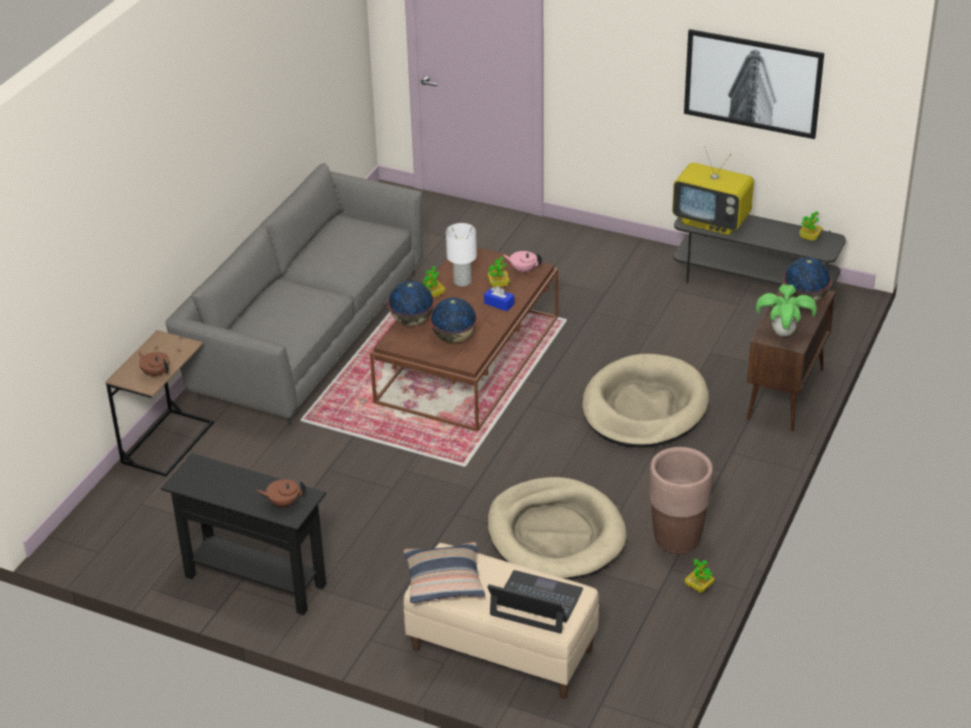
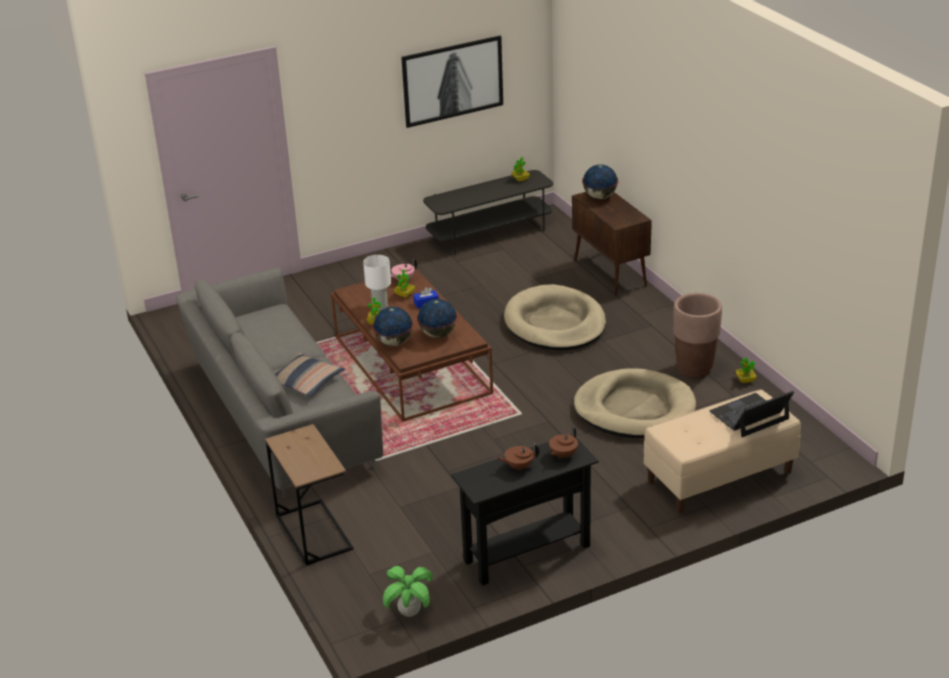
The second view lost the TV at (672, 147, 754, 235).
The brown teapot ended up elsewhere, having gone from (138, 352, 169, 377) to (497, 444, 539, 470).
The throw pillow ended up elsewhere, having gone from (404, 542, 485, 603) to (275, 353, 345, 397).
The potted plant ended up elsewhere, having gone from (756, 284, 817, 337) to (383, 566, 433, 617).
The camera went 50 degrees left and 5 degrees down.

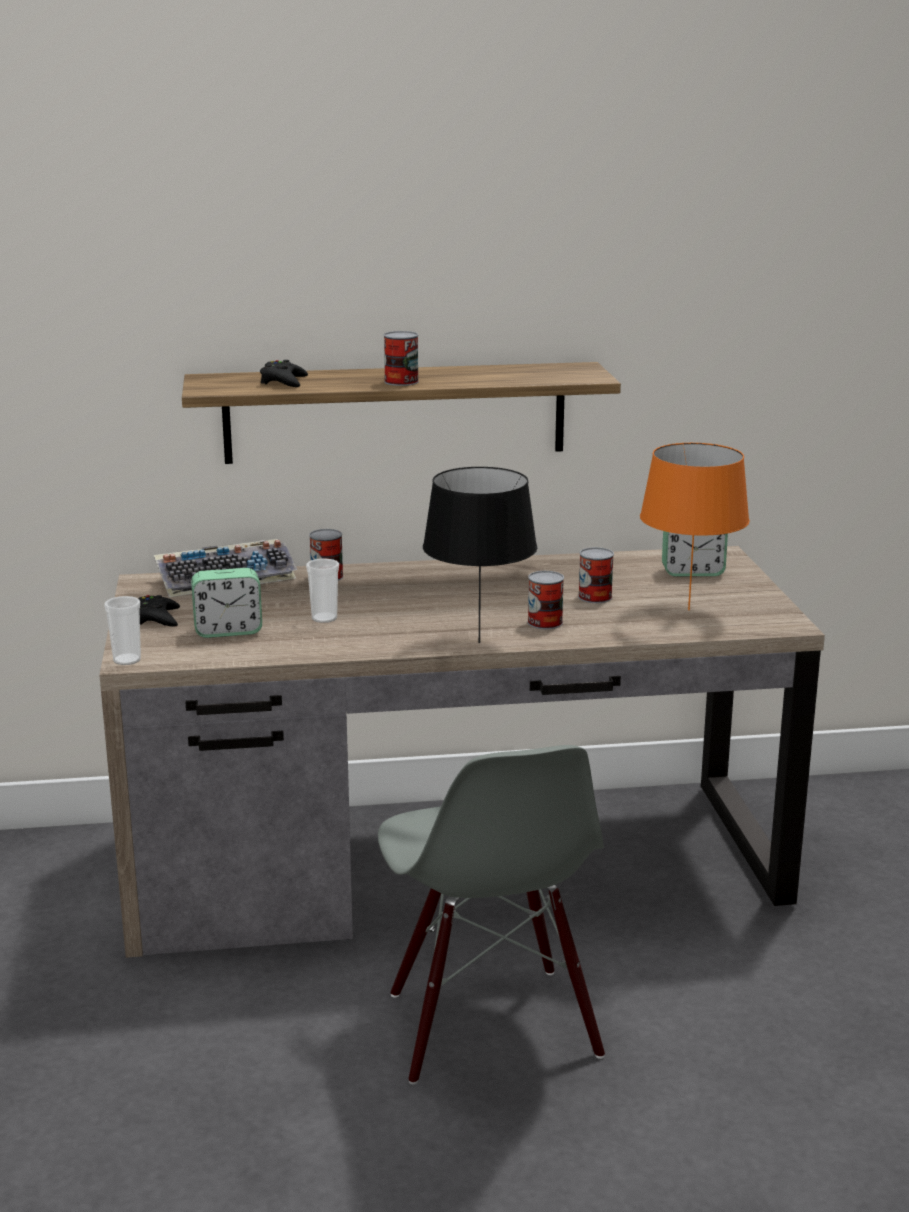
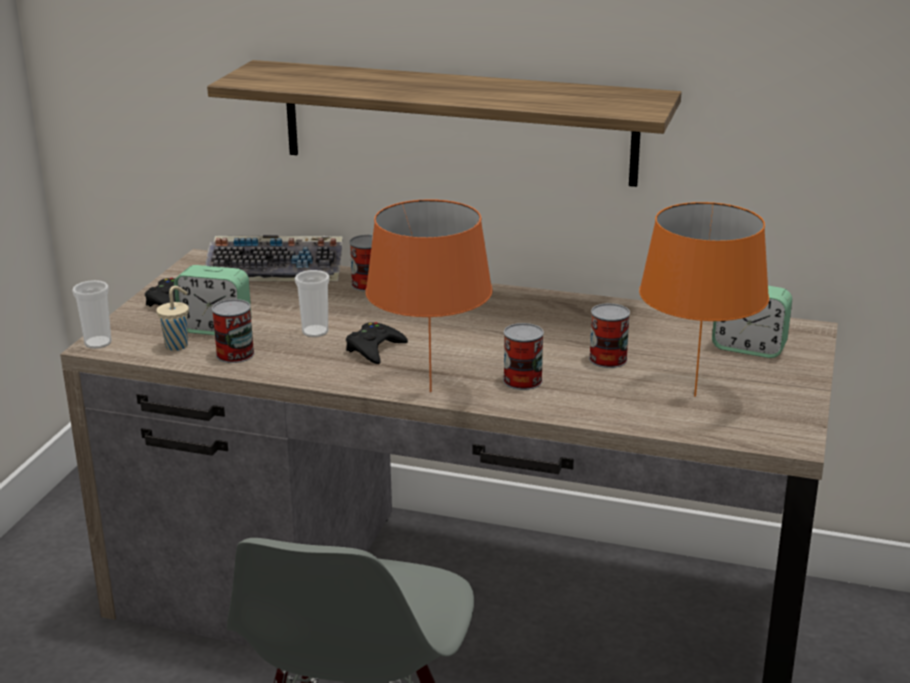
The second view gained the beige small cup at (156, 286, 189, 351).
The black game controller ended up elsewhere, having gone from (260, 360, 308, 387) to (346, 322, 408, 364).
The can ended up elsewhere, having gone from (384, 331, 419, 386) to (212, 299, 254, 363).
What was the black tabletop lamp at (423, 467, 537, 643) turned into the orange tabletop lamp at (365, 199, 493, 392).
The camera went 25 degrees right and 5 degrees up.

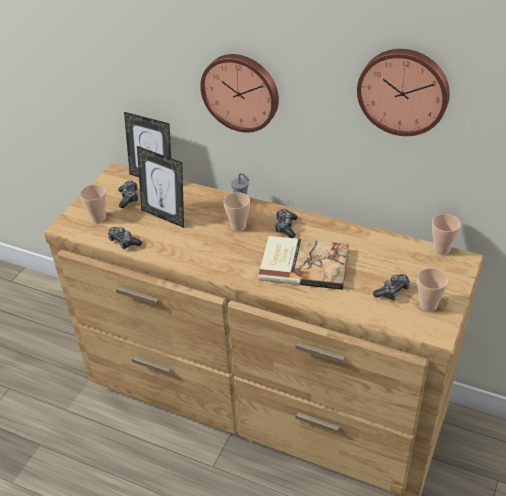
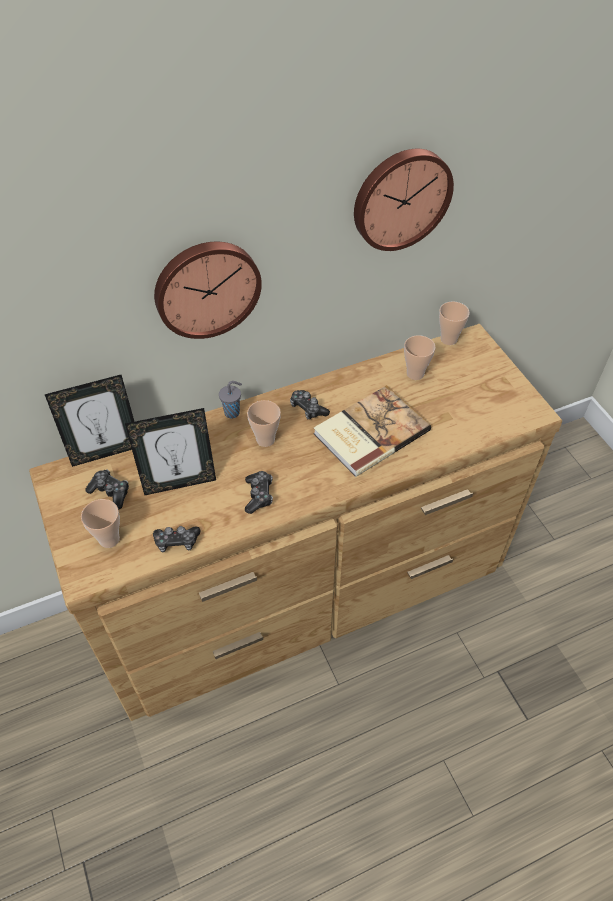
The game controller ended up elsewhere, having gone from (373, 274, 410, 300) to (245, 471, 273, 514).
The small cup ended up elsewhere, having gone from (417, 268, 449, 312) to (404, 335, 436, 380).
The camera went 50 degrees left and 10 degrees up.

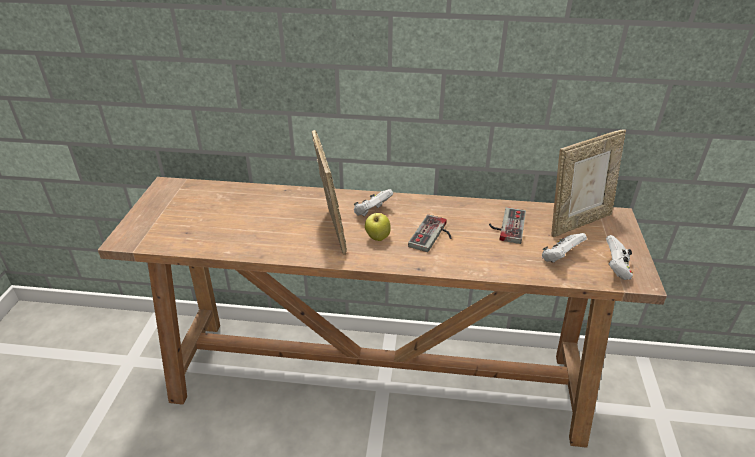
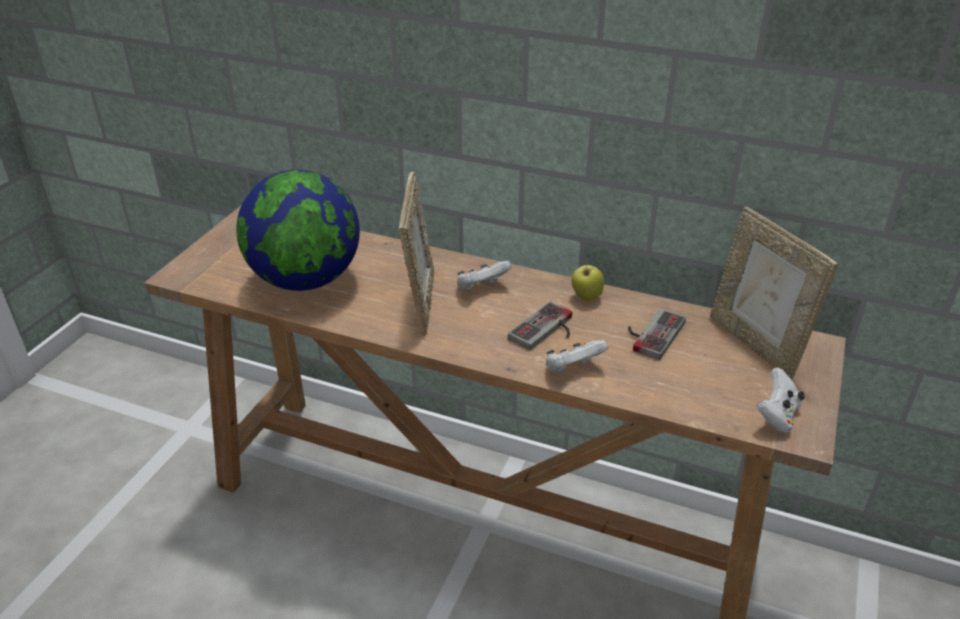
The second view gained the desk globe at (236, 170, 360, 291).
The apple ended up elsewhere, having gone from (365, 211, 391, 241) to (571, 262, 604, 301).
The white game controller ended up elsewhere, having gone from (542, 233, 587, 263) to (546, 340, 608, 373).
The photo frame at (551, 130, 626, 237) ended up facing another way, 75 degrees clockwise from before.
The camera went 15 degrees right and 0 degrees up.

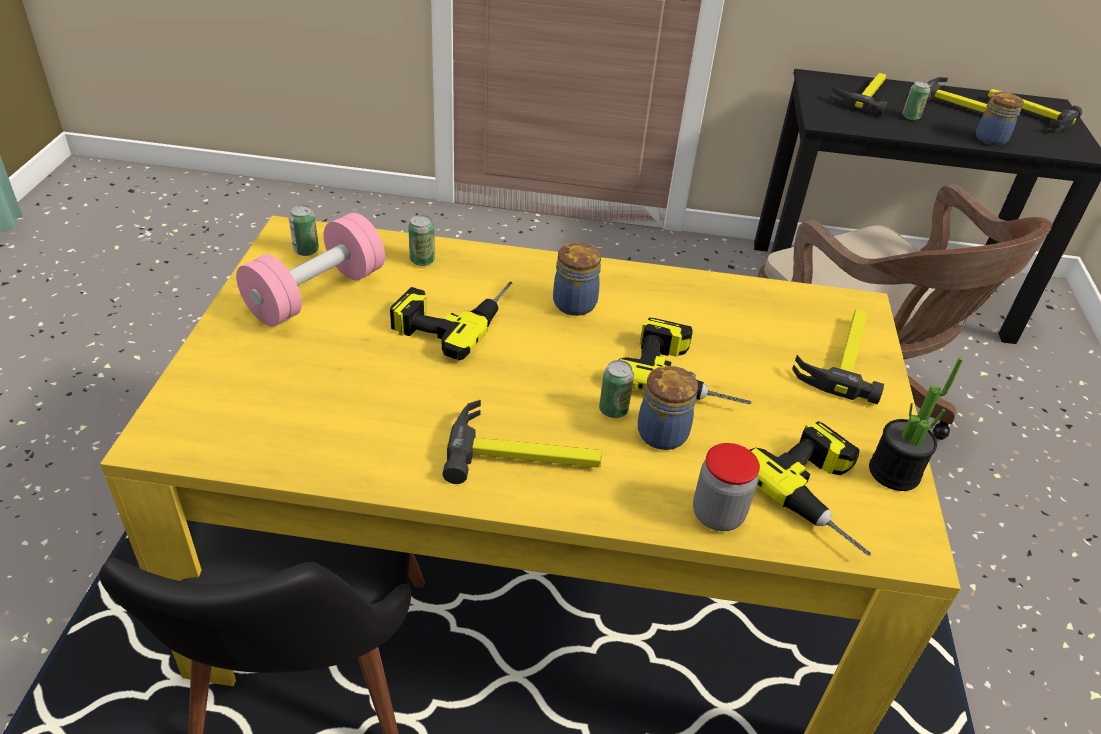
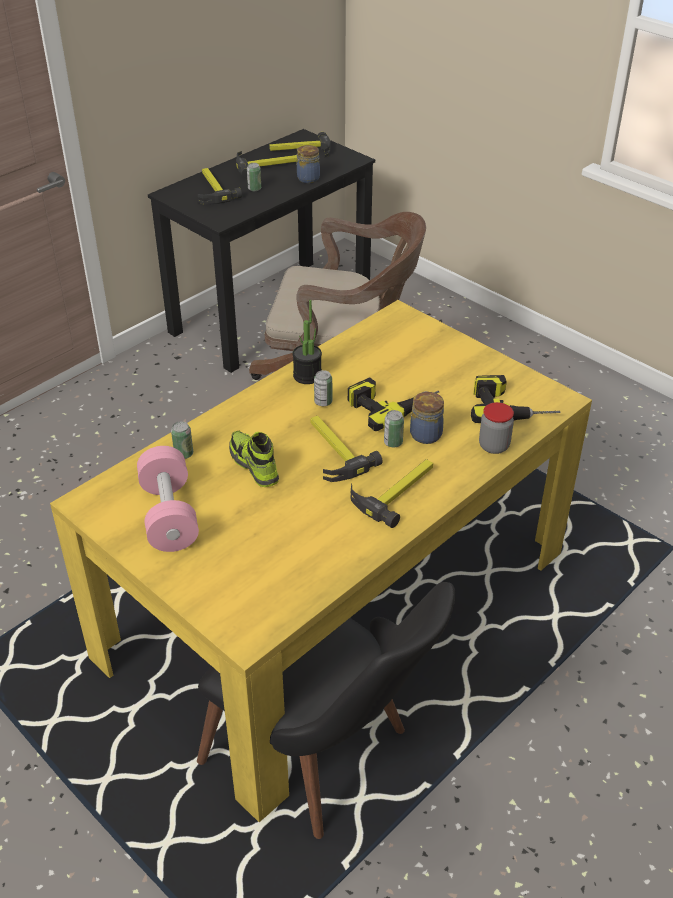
The second view lost the storage jar at (553, 242, 601, 316).
The can ended up elsewhere, having gone from (289, 205, 319, 256) to (314, 370, 332, 406).
The hammer ended up elsewhere, having gone from (792, 310, 884, 404) to (310, 416, 383, 482).
The potted plant ended up elsewhere, having gone from (869, 357, 963, 491) to (293, 300, 322, 384).
Where the electric drill stood at (390, 281, 513, 361), the low shoe came to stand at (229, 431, 279, 487).
The camera went 50 degrees left and 0 degrees up.

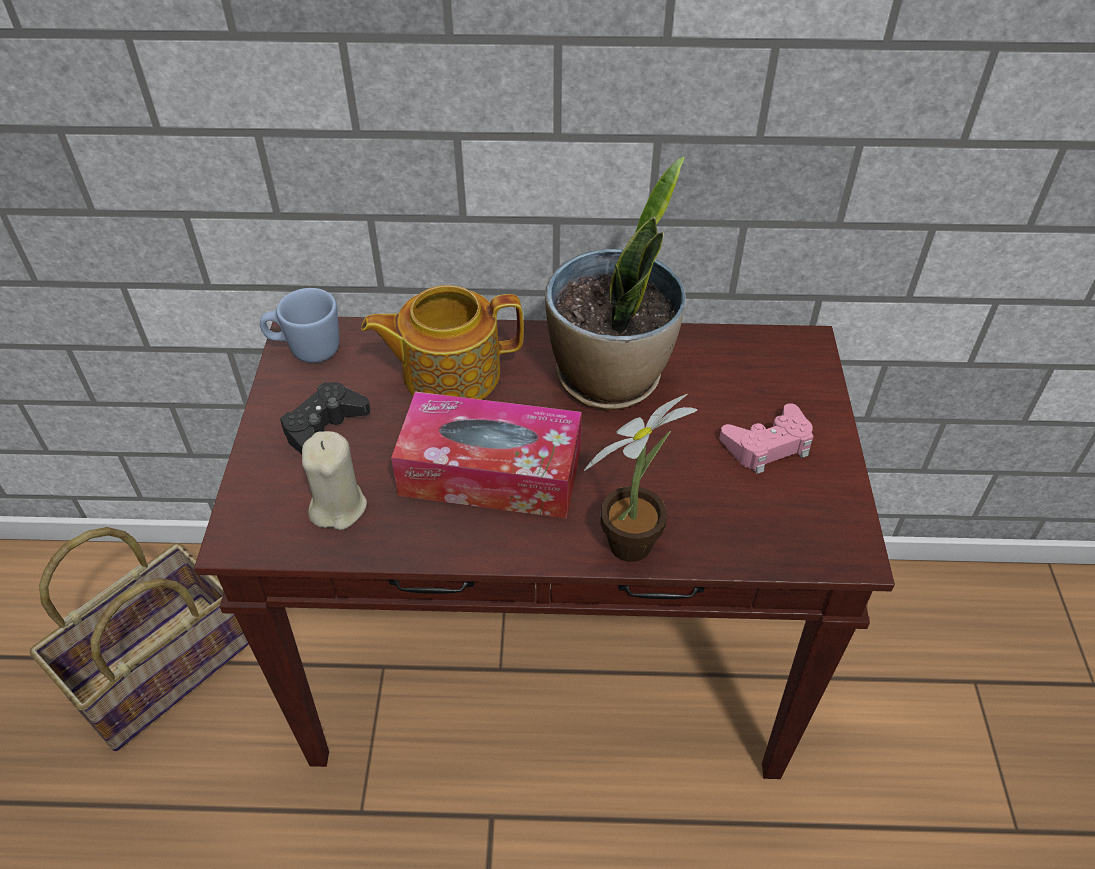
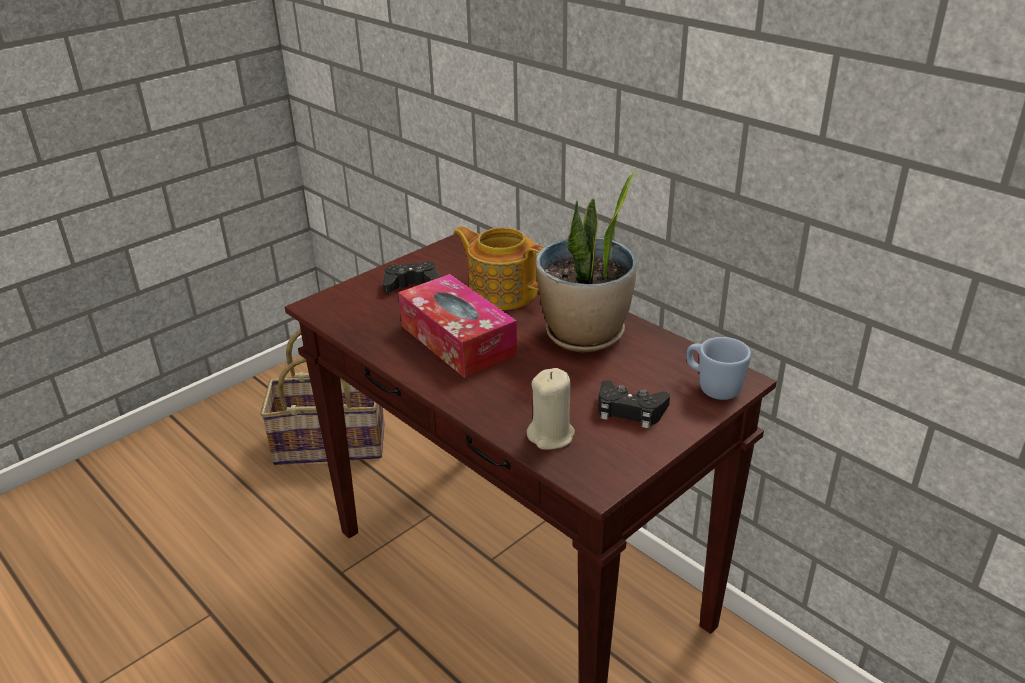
The second view lost the potted plant at (584, 394, 697, 562).
The blue-coloured mug ended up elsewhere, having gone from (260, 288, 339, 363) to (686, 337, 751, 400).
The beige candle ended up elsewhere, having gone from (302, 431, 367, 530) to (527, 368, 575, 450).
What was the pink game controller at (720, 403, 813, 474) turned into the black game controller at (598, 380, 670, 429).
The camera went 45 degrees right and 15 degrees down.

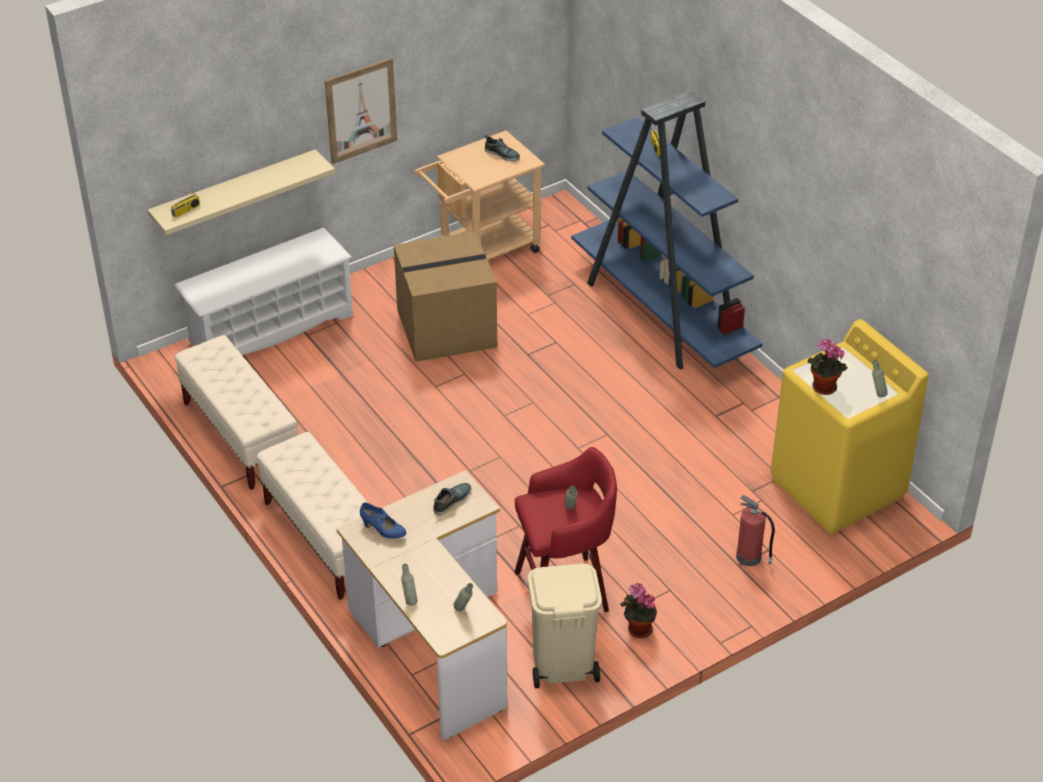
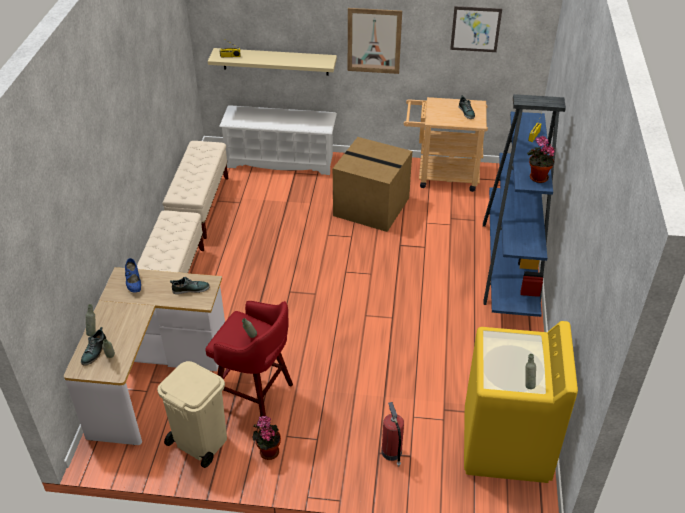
The second view gained the low shoe at (81, 327, 106, 366).
The second view gained the wall picture at (450, 6, 502, 52).
The potted plant ended up elsewhere, having gone from (808, 339, 848, 395) to (527, 136, 555, 183).
The camera went 40 degrees right and 0 degrees up.

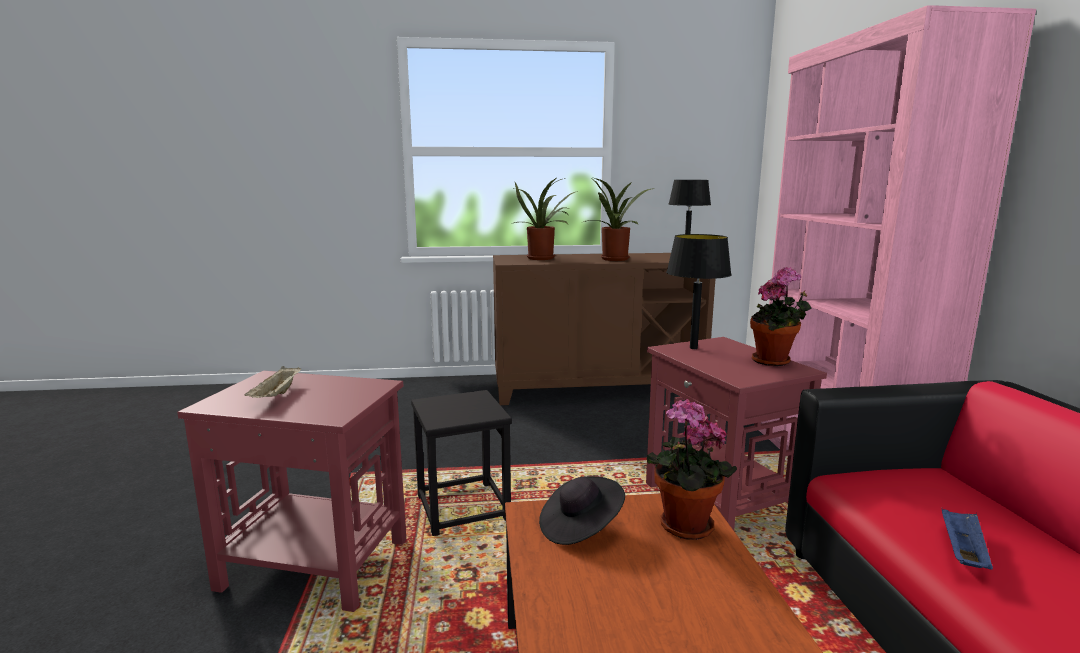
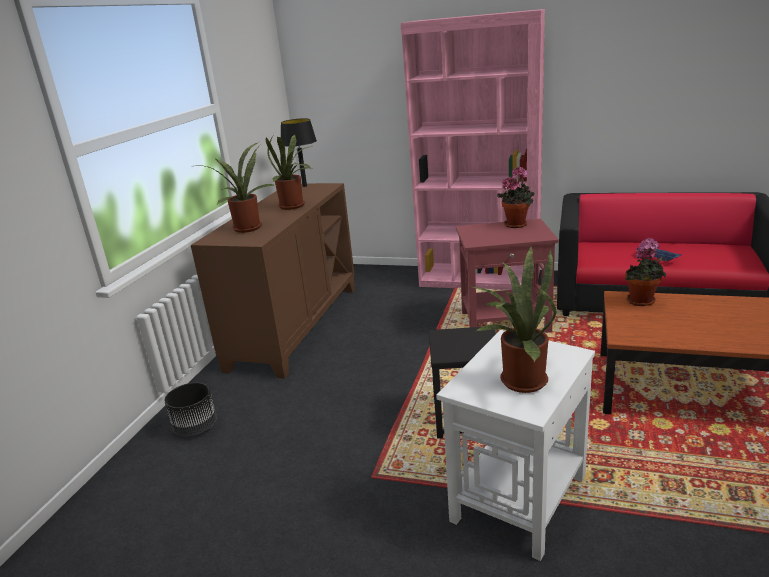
The second view lost the black wearable hat at (539, 476, 625, 545).
The second view lost the black tabletop lamp at (666, 234, 732, 349).
The second view gained the black plant pot at (165, 383, 217, 436).
Where the beige carrying tray stood at (244, 366, 301, 398), the potted plant came to stand at (473, 247, 557, 393).
What was the reddish end table at (177, 371, 406, 612) turned into the white end table at (436, 330, 595, 561).
The camera went 65 degrees left and 10 degrees up.

